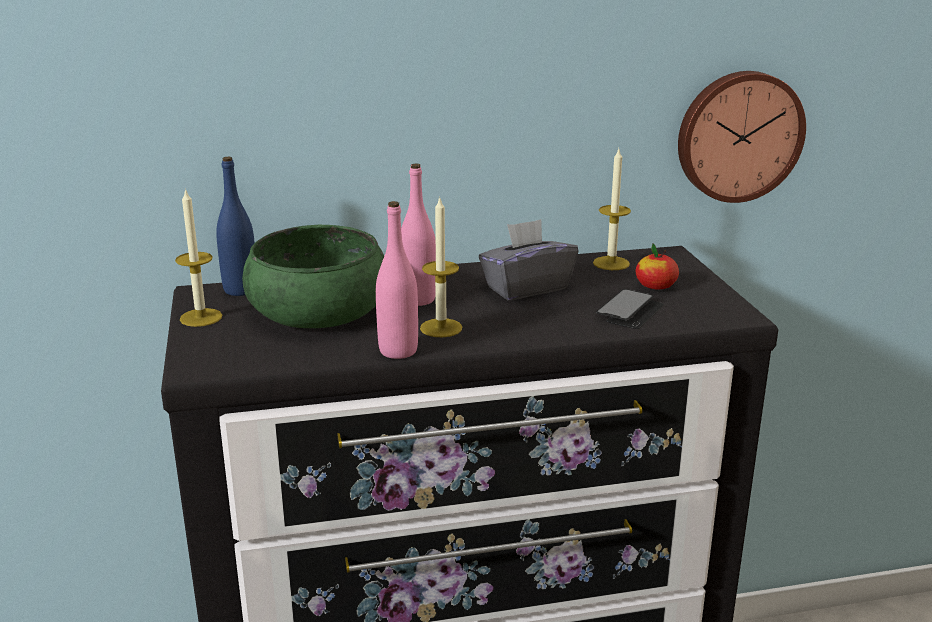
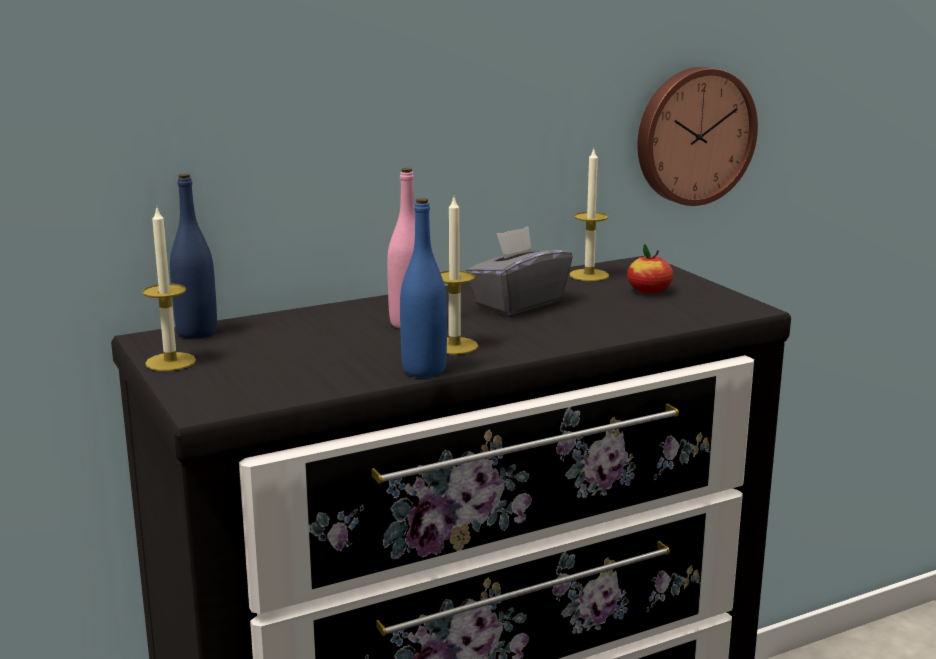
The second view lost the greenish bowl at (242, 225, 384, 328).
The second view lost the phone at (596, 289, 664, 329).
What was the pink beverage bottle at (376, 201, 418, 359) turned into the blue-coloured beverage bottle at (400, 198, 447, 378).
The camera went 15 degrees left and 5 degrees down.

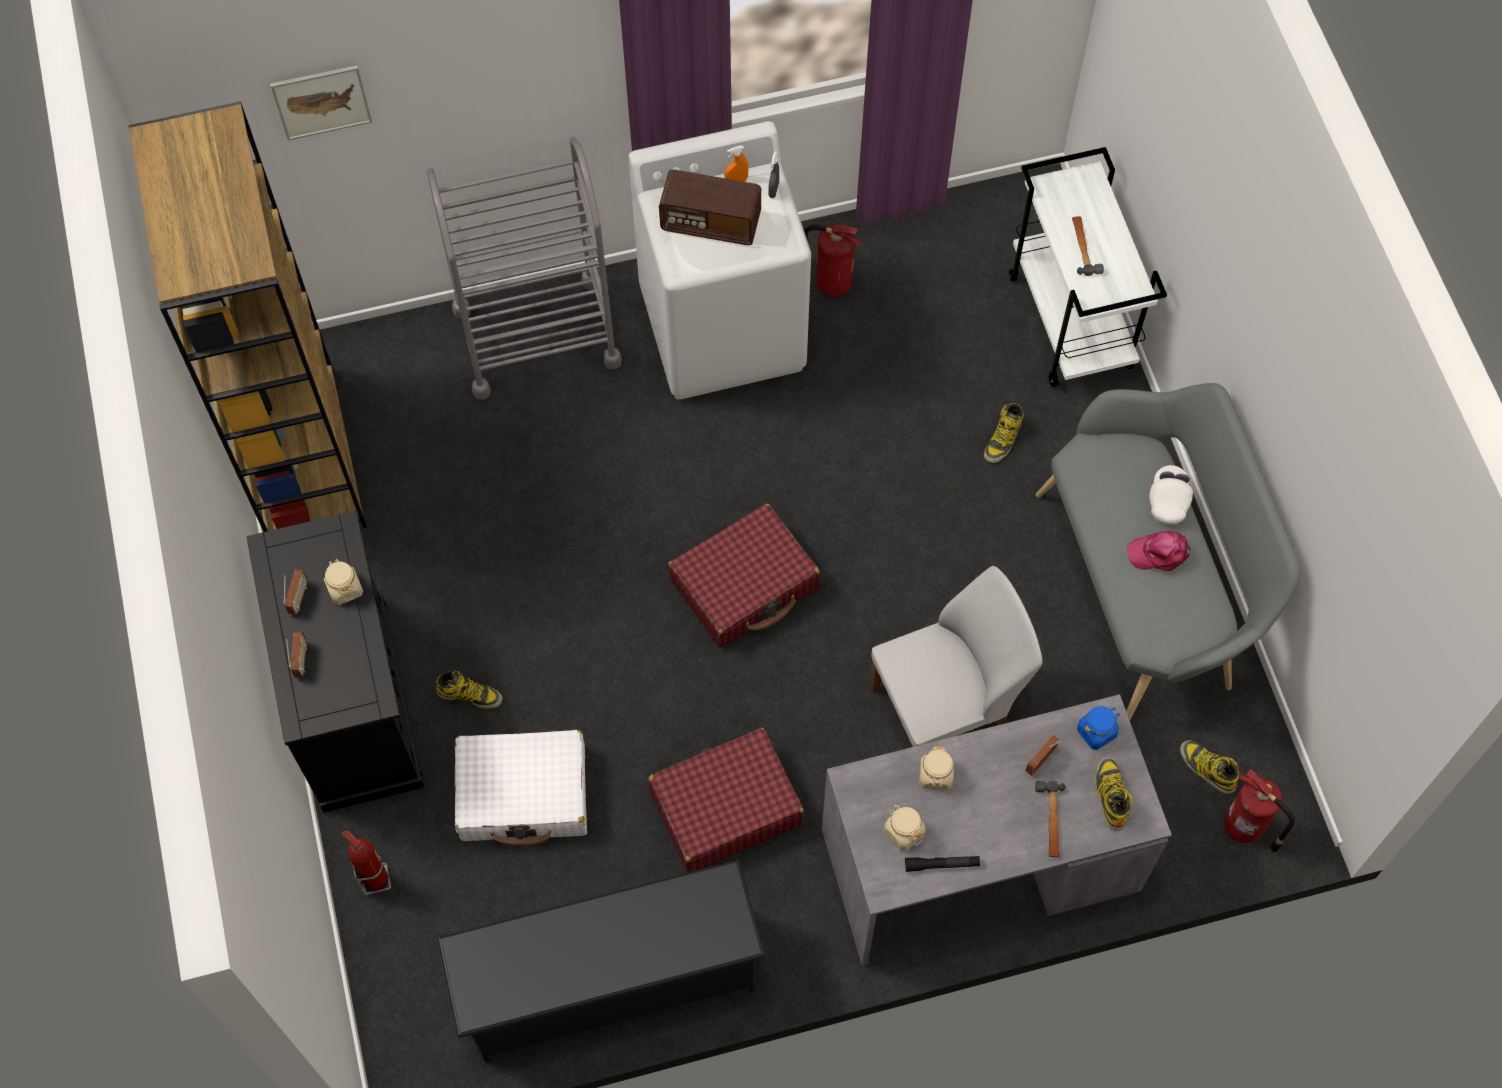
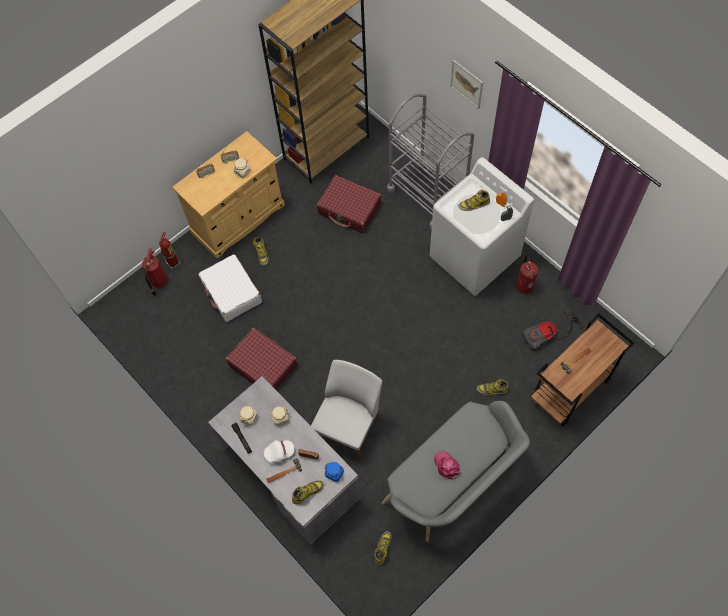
The second view lost the black shoe rack at (437, 860, 766, 1062).
The second view gained the vacuum at (522, 310, 585, 350).
The wall picture ended up elsewhere, having gone from (270, 65, 372, 140) to (450, 60, 483, 109).
The reddish suitcase ended up elsewhere, having gone from (668, 504, 820, 648) to (317, 175, 381, 233).
The white cap ended up elsewhere, having gone from (1149, 465, 1193, 524) to (263, 440, 294, 464).
The fire-fighting cylinder ended up elsewhere, having gone from (1224, 769, 1295, 853) to (142, 248, 167, 296).
Where the radio receiver stood at (659, 169, 761, 245), the boot came to stand at (458, 190, 490, 211).
What was the black storage cabinet at (246, 511, 424, 813) turned into the beige storage cabinet at (172, 131, 285, 258).
What was the white wheeled cart at (1009, 147, 1167, 387) turned into the brown wheeled cart at (530, 314, 634, 427).
The white plain chair at (871, 566, 1043, 747) ended up facing another way, 105 degrees counterclockwise from before.
The camera went 65 degrees right and 0 degrees up.

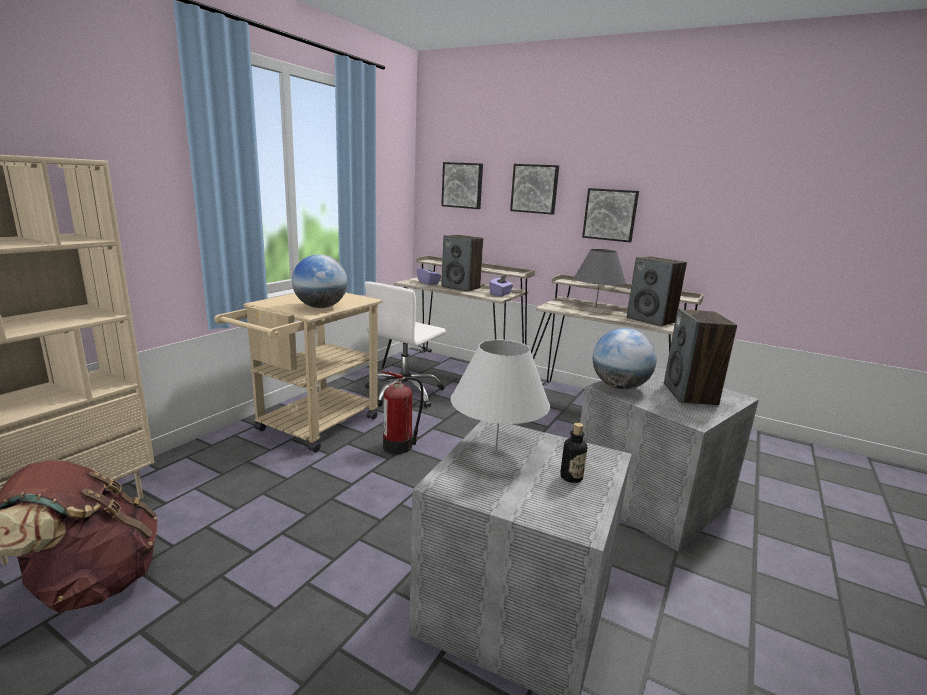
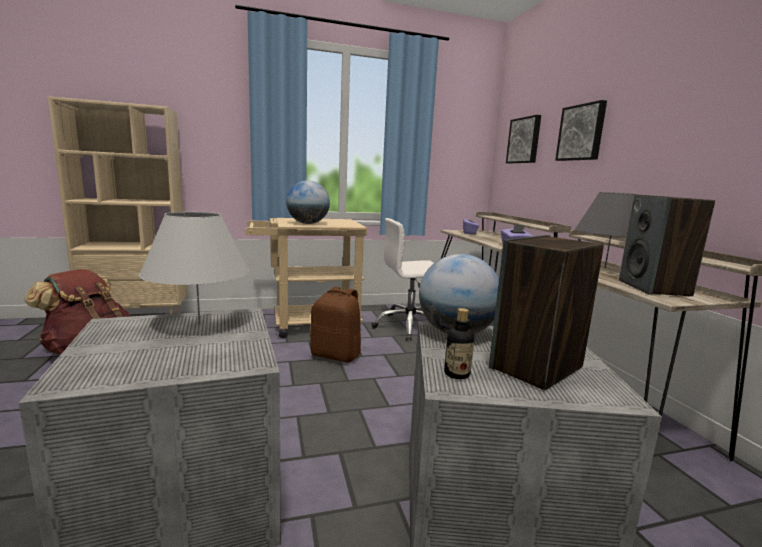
The second view lost the loudspeaker at (442, 235, 483, 292).
The second view lost the wall picture at (582, 188, 639, 242).
The beverage bottle ended up elsewhere, having gone from (560, 423, 587, 483) to (444, 308, 474, 379).
Where the fire-fighting cylinder stood at (380, 371, 424, 454), the brown knapsack came to stand at (310, 286, 361, 362).
The camera went 45 degrees right and 5 degrees down.

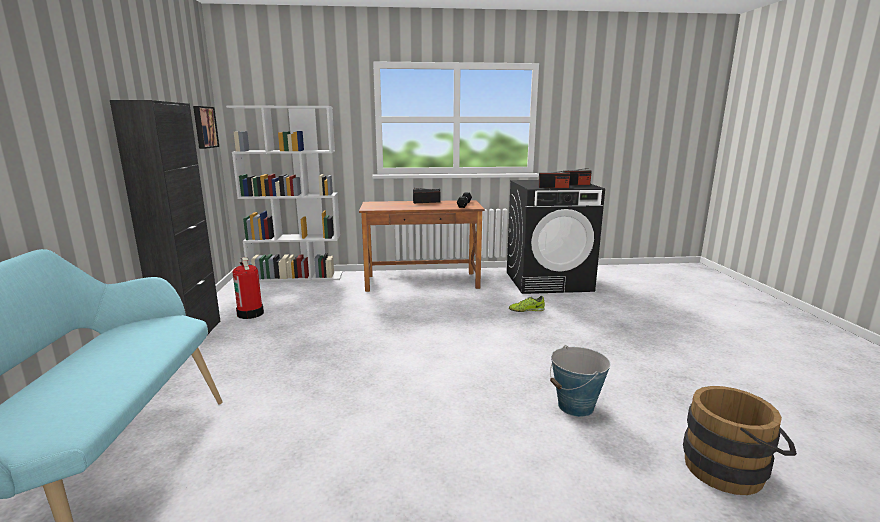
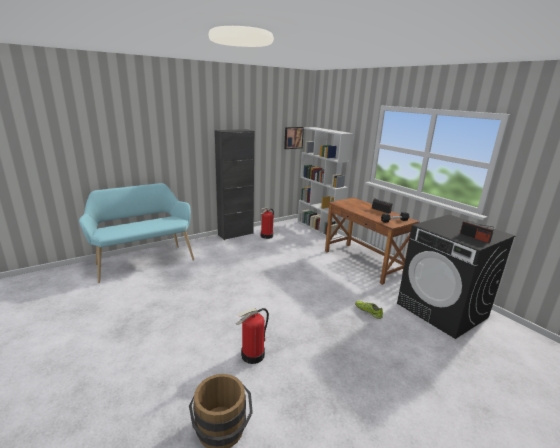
The second view lost the radio receiver at (538, 170, 570, 188).
Where the bucket stood at (550, 345, 610, 417), the fire-fighting cylinder came to stand at (235, 308, 269, 364).
The camera went 60 degrees right and 5 degrees up.

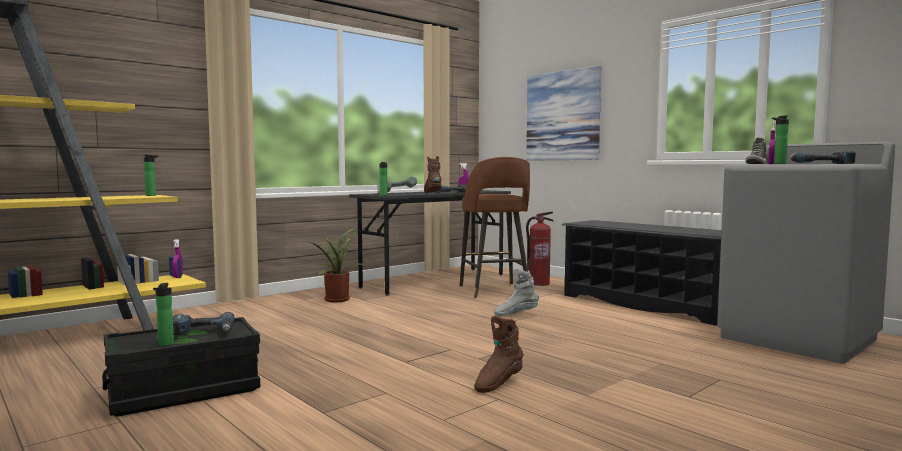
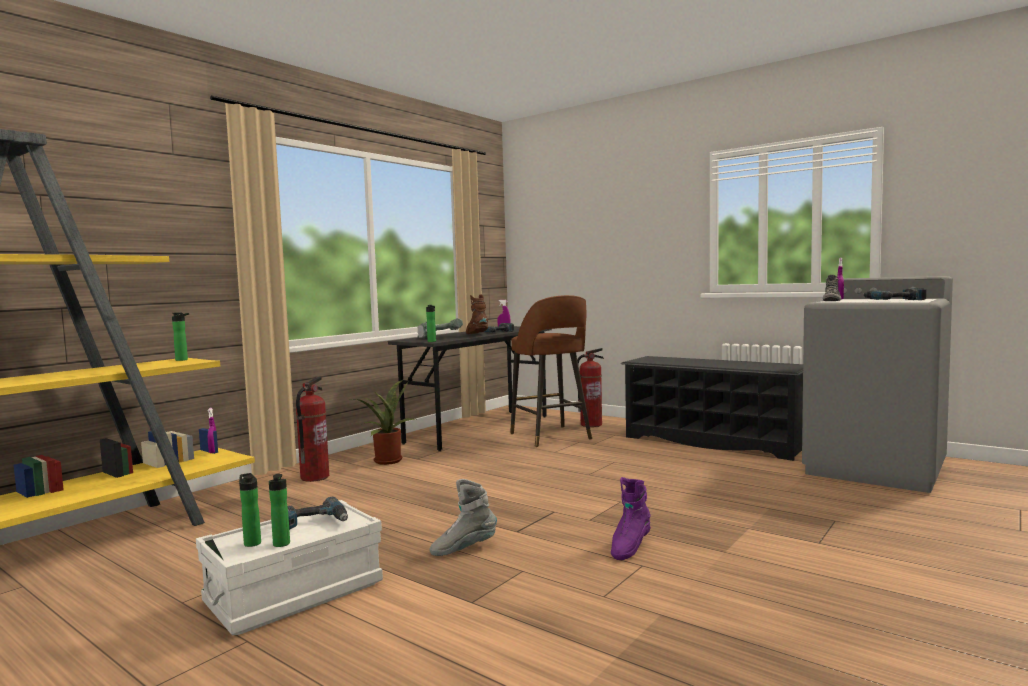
The second view lost the wall picture at (526, 66, 601, 161).
The second view gained the fire-fighting cylinder at (296, 377, 329, 482).
The greyish boot ended up elsewhere, having gone from (494, 268, 539, 316) to (429, 479, 497, 556).
The beverage bottle ended up elsewhere, having gone from (772, 115, 789, 164) to (239, 473, 261, 547).
What was the black storage box at (102, 317, 260, 416) turned into the white storage box at (196, 500, 383, 635).
What was the brown boot at (474, 316, 524, 393) turned into the purple-coloured boot at (611, 477, 651, 560).
The camera went 10 degrees left and 0 degrees up.

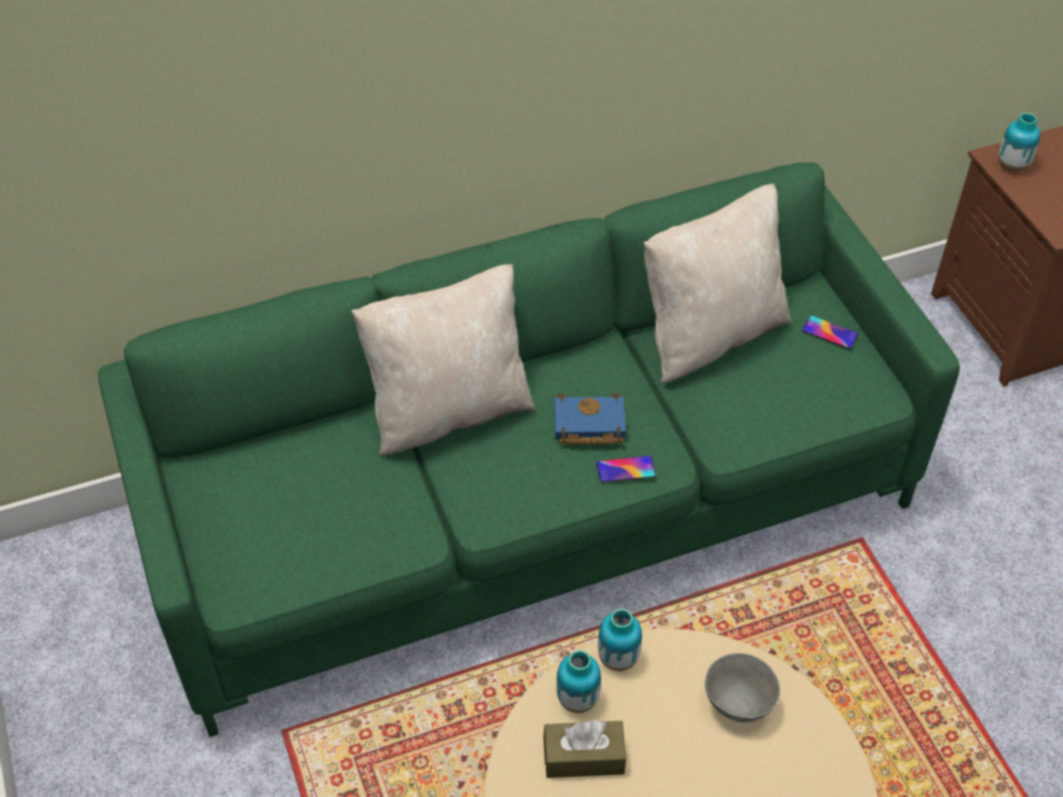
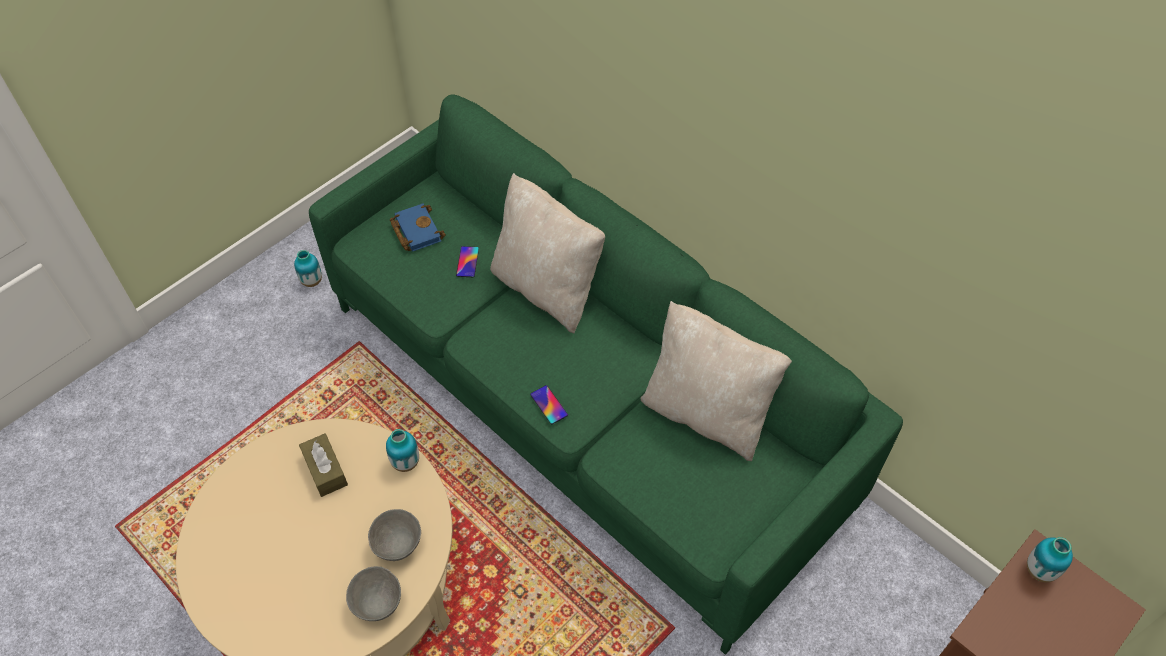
The second view gained the greyish bowl at (346, 566, 401, 621).
The blue-coloured volume ended up elsewhere, having gone from (554, 393, 626, 445) to (390, 203, 446, 252).
The decorative vase ended up elsewhere, having gone from (556, 650, 601, 713) to (294, 250, 322, 287).
The phone ended up elsewhere, having gone from (802, 316, 859, 349) to (456, 246, 479, 277).
The camera went 65 degrees right and 5 degrees up.

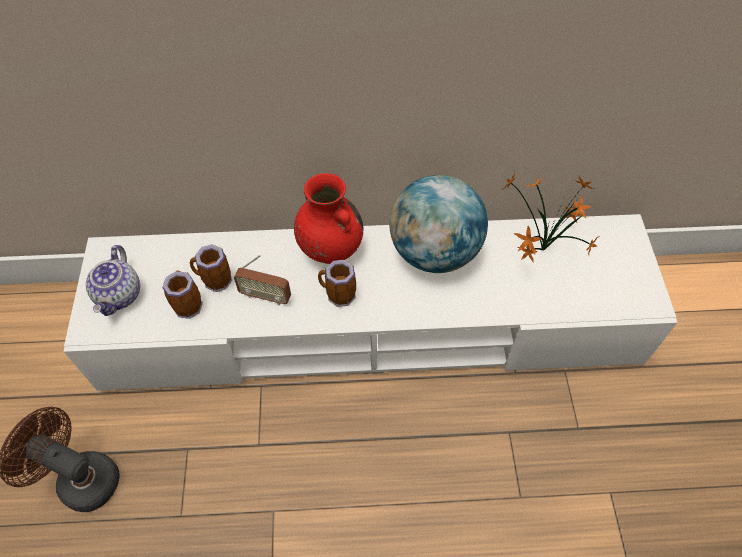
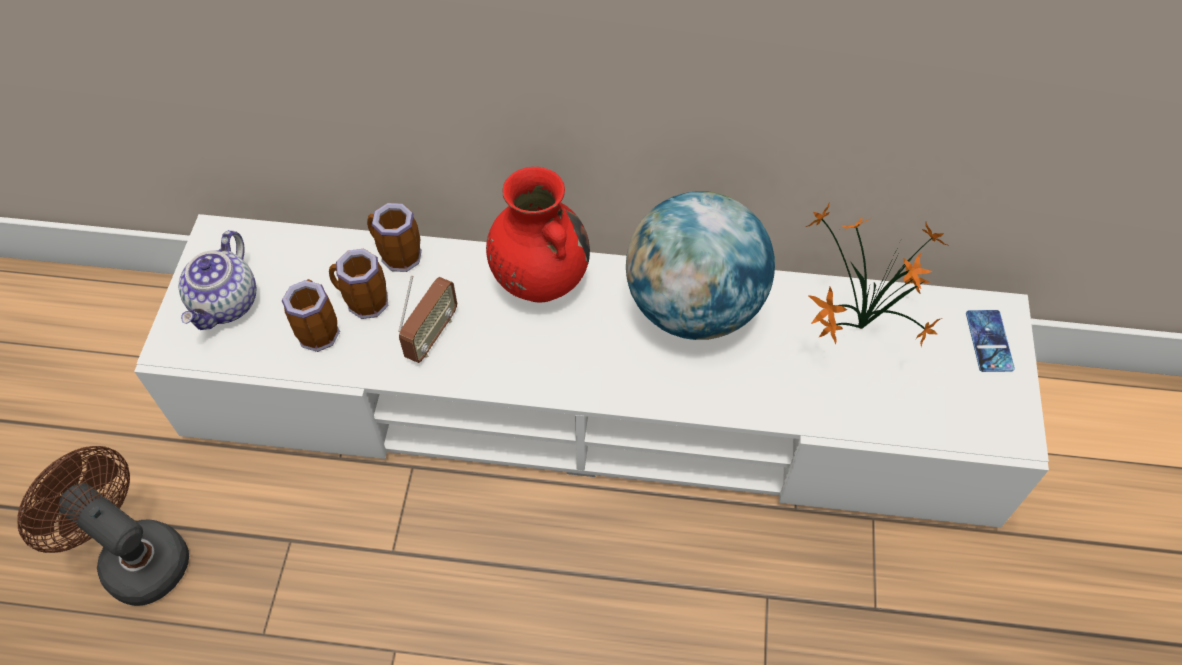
The second view gained the phone at (966, 310, 1015, 372).
The mug ended up elsewhere, having gone from (318, 260, 356, 307) to (367, 203, 422, 272).
The radio receiver at (234, 255, 291, 305) ended up facing another way, 90 degrees counterclockwise from before.
The camera went 10 degrees right and 0 degrees up.

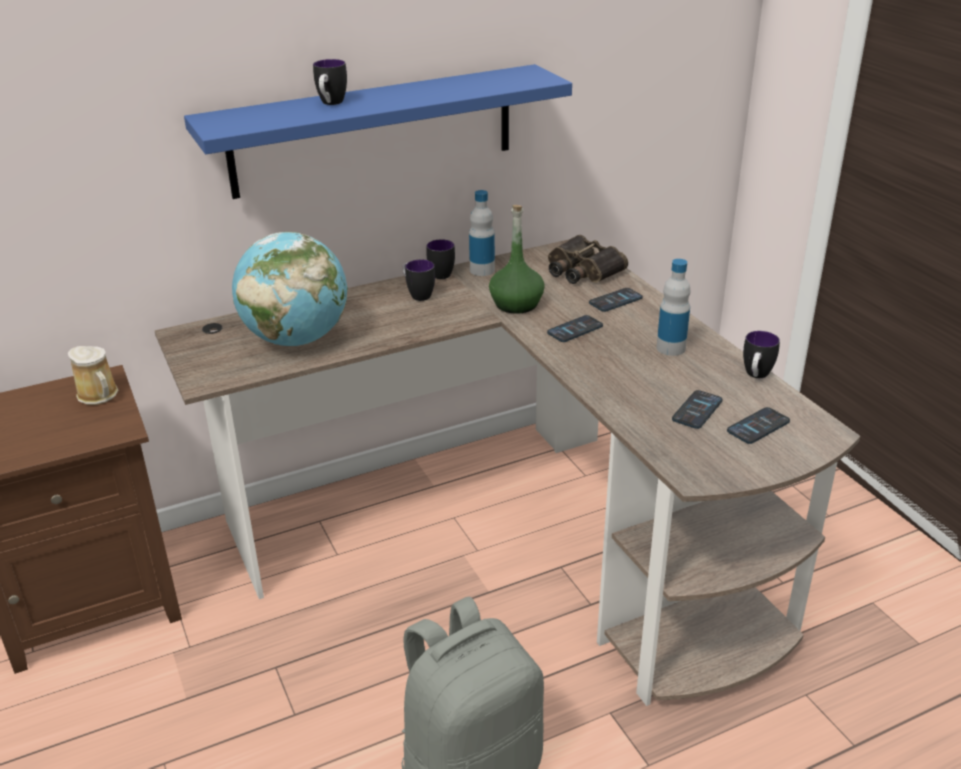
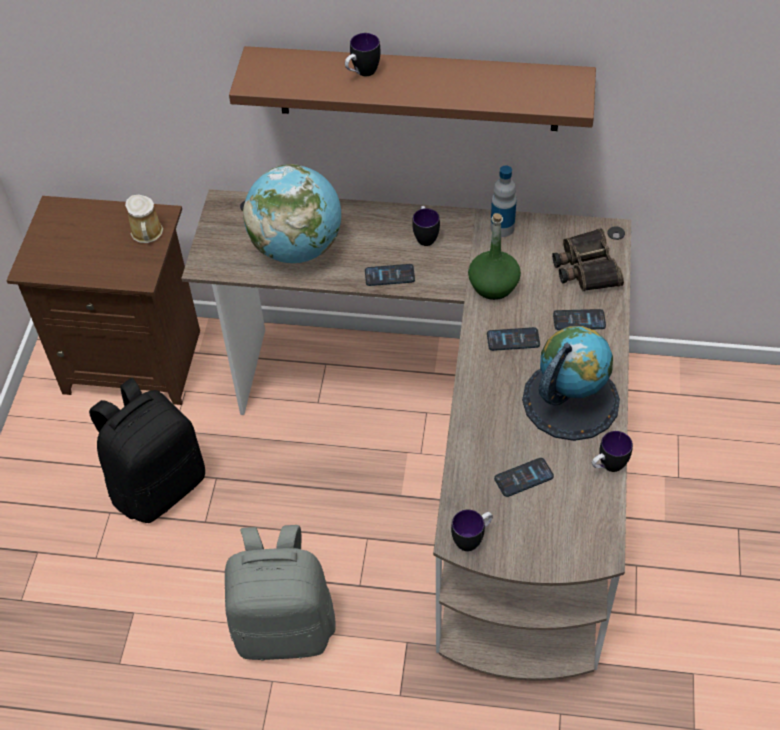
The second view gained the black knapsack at (89, 378, 205, 523).
The mug ended up elsewhere, having gone from (426, 239, 455, 279) to (451, 509, 493, 552).
The phone ended up elsewhere, having gone from (727, 407, 790, 444) to (365, 264, 415, 286).
Where the beverage bottle stood at (657, 259, 691, 356), the desk globe came to stand at (522, 326, 620, 441).
What was the blue-coloured shelf at (184, 64, 572, 199) turned into the brown shelf at (229, 46, 596, 131).
The camera went 35 degrees right and 20 degrees up.

